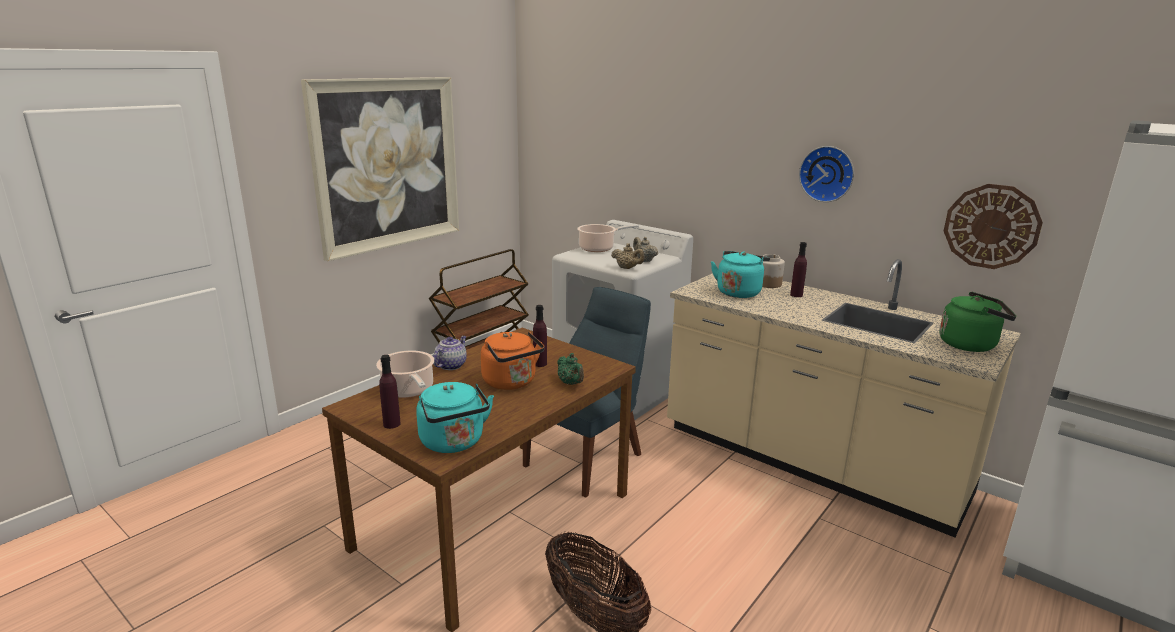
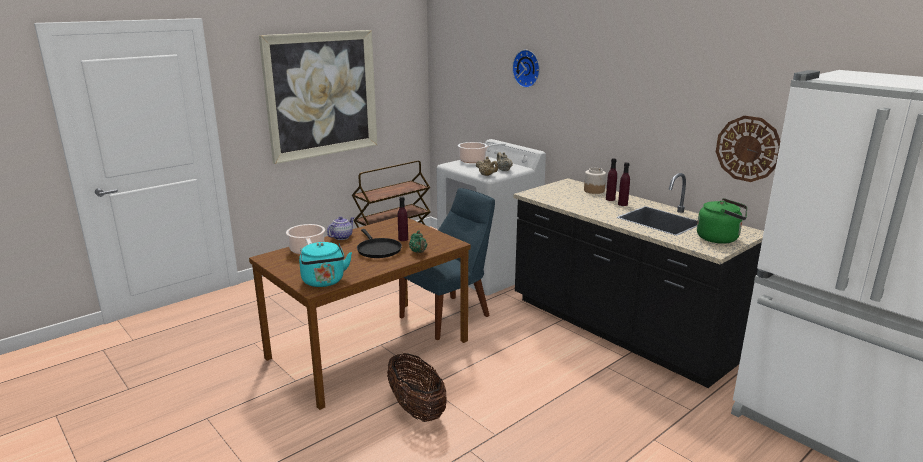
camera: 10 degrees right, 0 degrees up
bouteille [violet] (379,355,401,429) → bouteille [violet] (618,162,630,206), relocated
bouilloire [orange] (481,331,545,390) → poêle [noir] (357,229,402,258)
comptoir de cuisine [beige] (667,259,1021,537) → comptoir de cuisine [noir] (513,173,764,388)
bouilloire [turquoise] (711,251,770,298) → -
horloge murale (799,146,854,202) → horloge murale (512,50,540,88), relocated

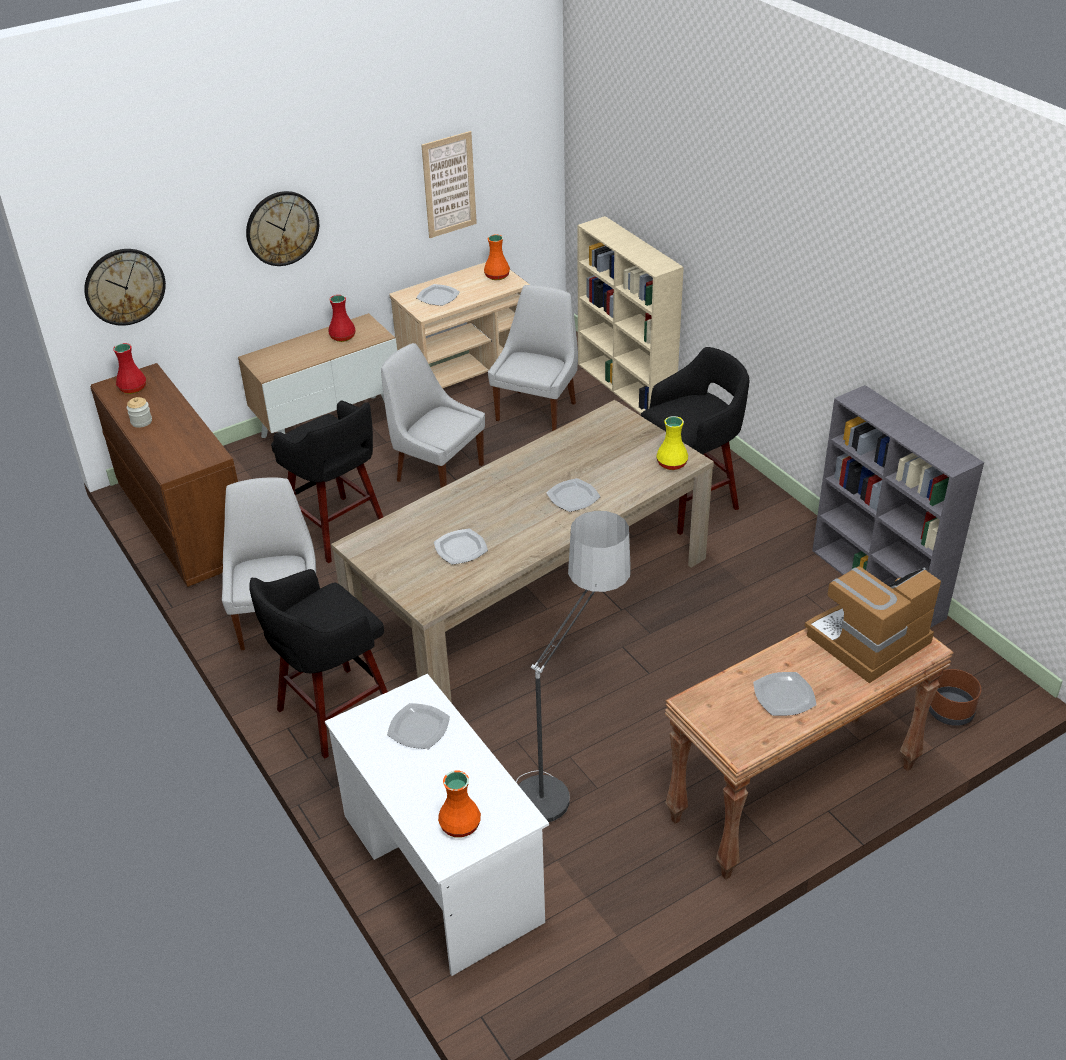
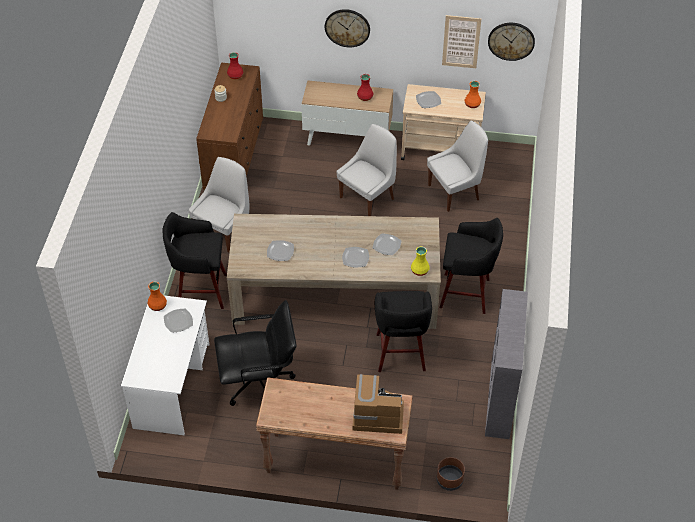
camera: 40 degrees right, 10 degrees up
horloge murale (84,249,166,326) → horloge murale (488,23,535,61), relocated
tabouret [noir] (271,400,383,563) → tabouret [noir] (375,291,432,372), relocated
chaise [blanc] (381,343,485,488) → chaise [blanc] (337,124,397,216), 60 degrees clockwise
vase [orange] (438,771,481,837) → vase [orange] (148,281,167,311), relocated
lampadaire (516,511,631,822) → chaise de bureau [noir] (214,300,297,406)
bibliothèque [beige] (577,216,684,414) → -
assiette (753,672,816,716) → assiette (373,233,401,255), relocated

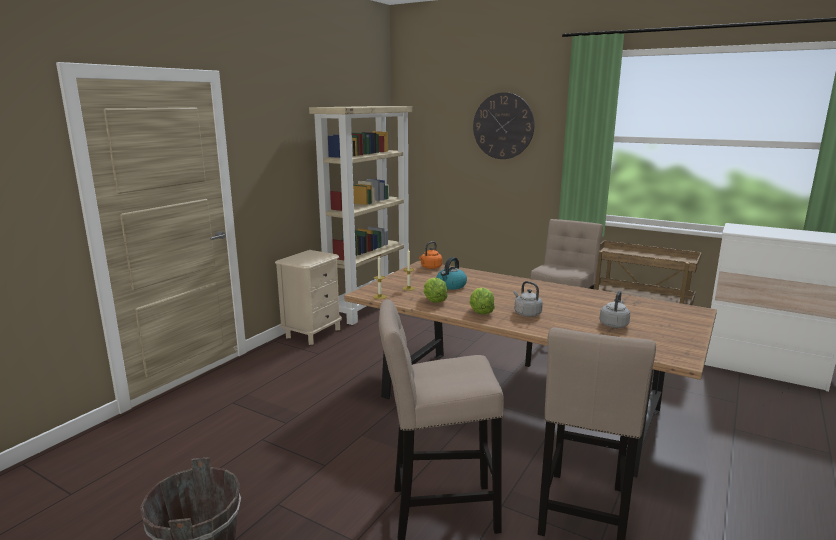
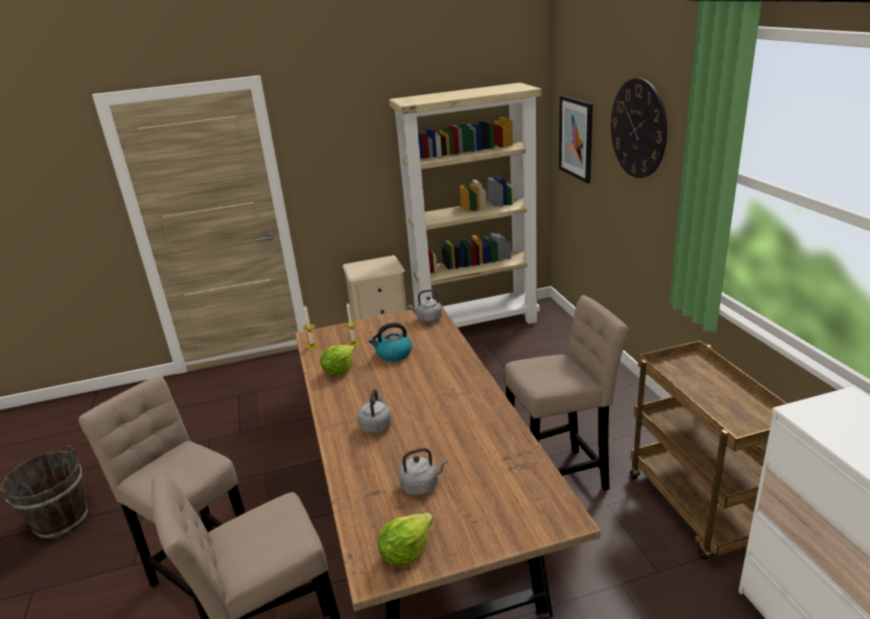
camera: 45 degrees right, 10 degrees up
bouilloire [orange] (419,241,442,269) → bouilloire [gris] (408,289,442,322)
laitue (469,288,495,314) → laitue (378,513,433,565), relocated
- → tableau (559,95,593,183)

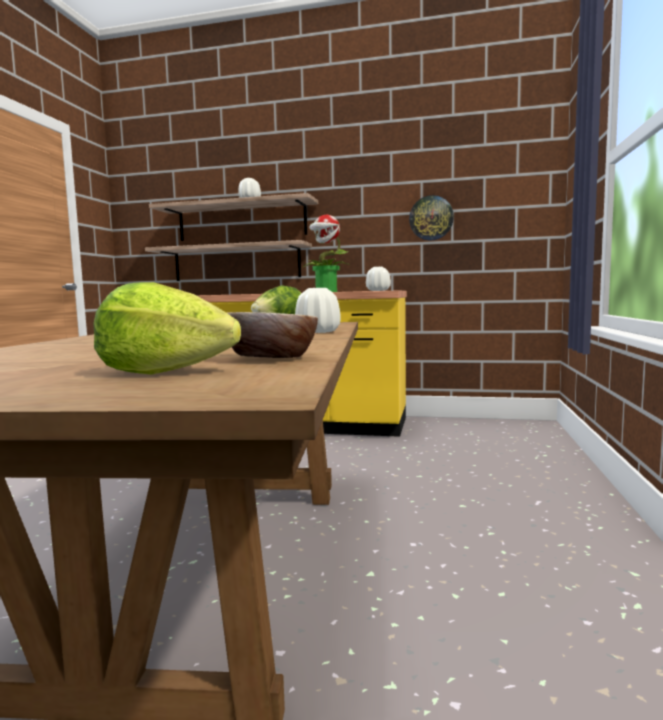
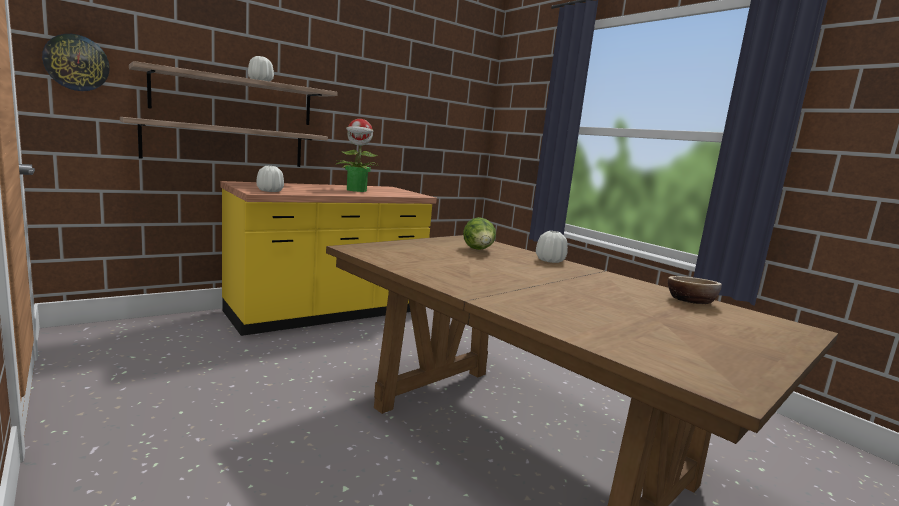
camera: 50 degrees left, 5 degrees up
laitue (93,282,241,375) → -
vase [blanc] (366,267,391,291) → vase [blanc] (256,166,284,192), relocated
horloge murale (409,195,454,241) → horloge murale (42,34,110,91), relocated

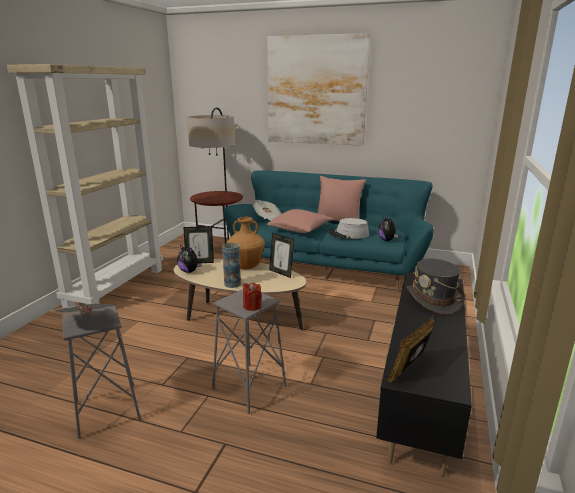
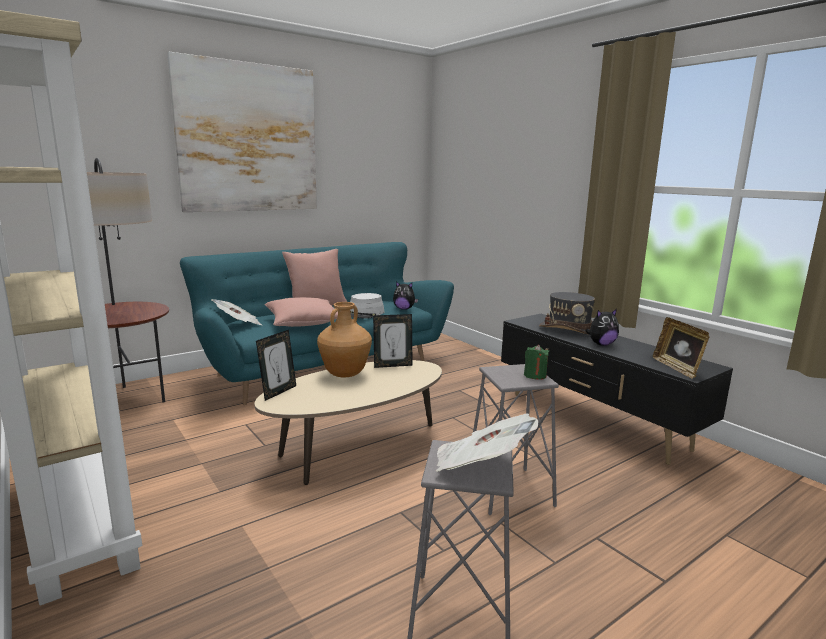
camera: 55 degrees left, 5 degrees down
peluche (177,244,202,273) → peluche (585,309,619,346), relocated
vase (222,243,241,288) → -
bougie [rouge] (243,283,262,311) → bougie [vert] (524,345,549,380)

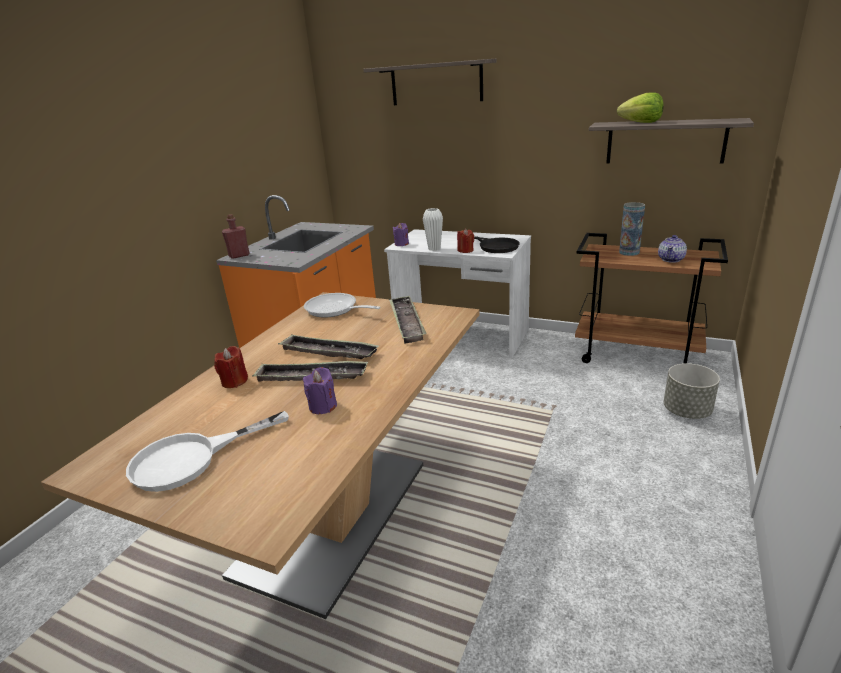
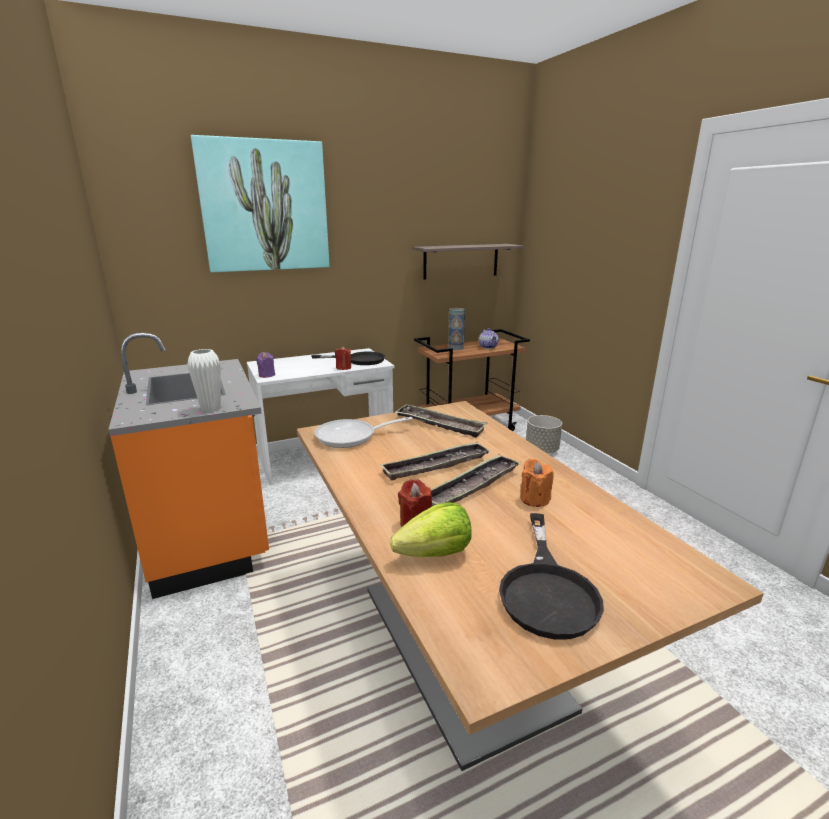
camera: 50 degrees left, 5 degrees down
poêle [blanc] (126,411,289,492) → poêle [noir] (499,513,604,640)
bouteille [rouge] (222,214,250,259) → -
bougie [violet] (303,367,337,414) → bougie [orange] (520,459,554,507)
étagère (363,59,496,105) → tableau (191,135,330,272)
vase [blanc] (423,208,443,251) → vase [blanc] (187,349,221,413), relocated
laitue (617,92,664,123) → laitue (390,502,472,557), relocated

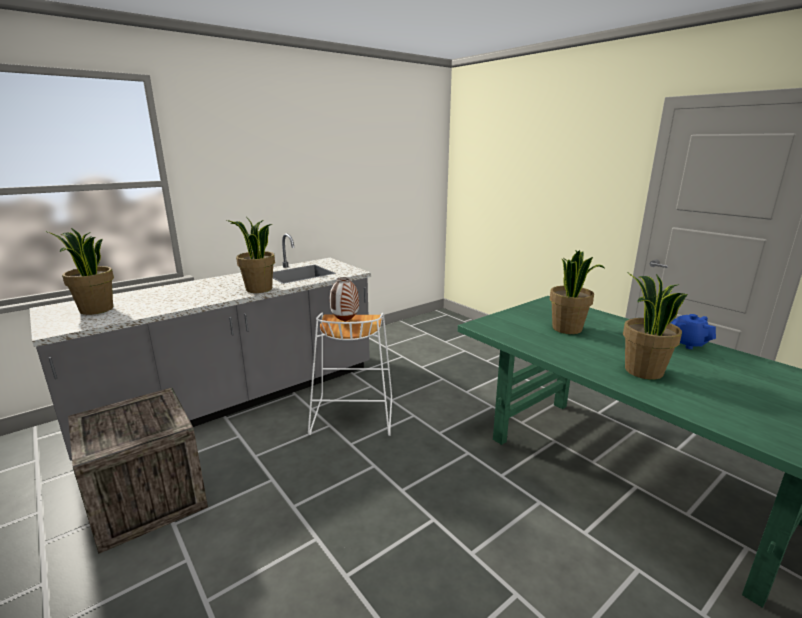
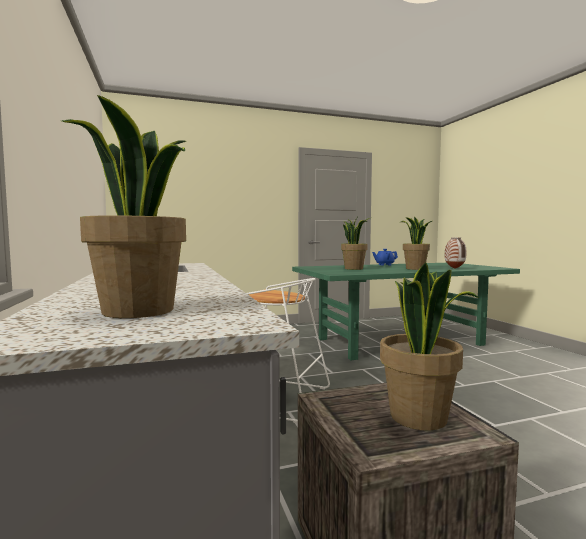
camera: 70 degrees left, 15 degrees down
plante en pot (227,218,275,293) → plante en pot (380,262,479,431), relocated
vase (330,277,359,322) → vase (445,238,466,269), relocated

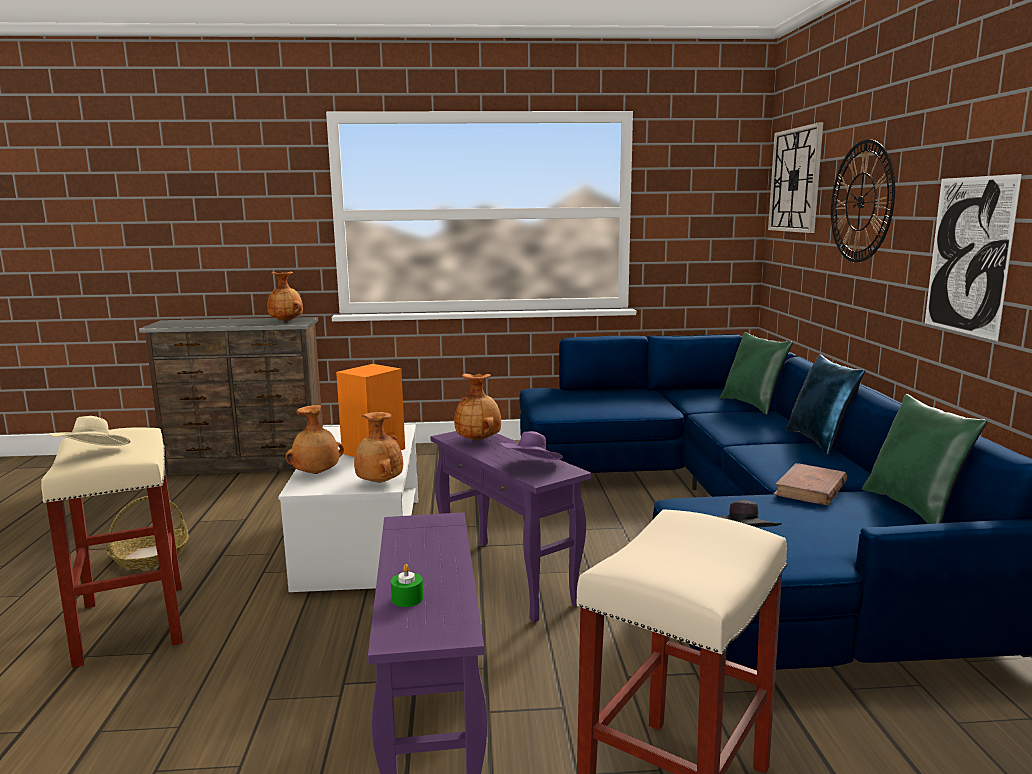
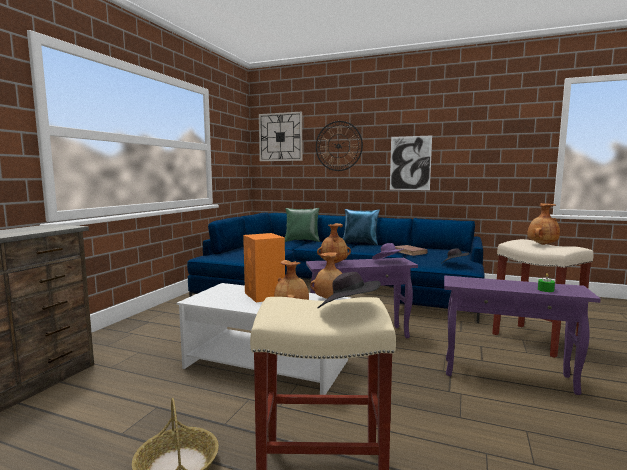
camera: 65 degrees left, 5 degrees down
chapeau [beige] (49,416,131,446) → chapeau [noir] (318,272,381,308)
vase [marron] (267,272,303,322) → vase [marron] (527,203,560,245), relocated
coussin [vert] (862,394,987,524) → -

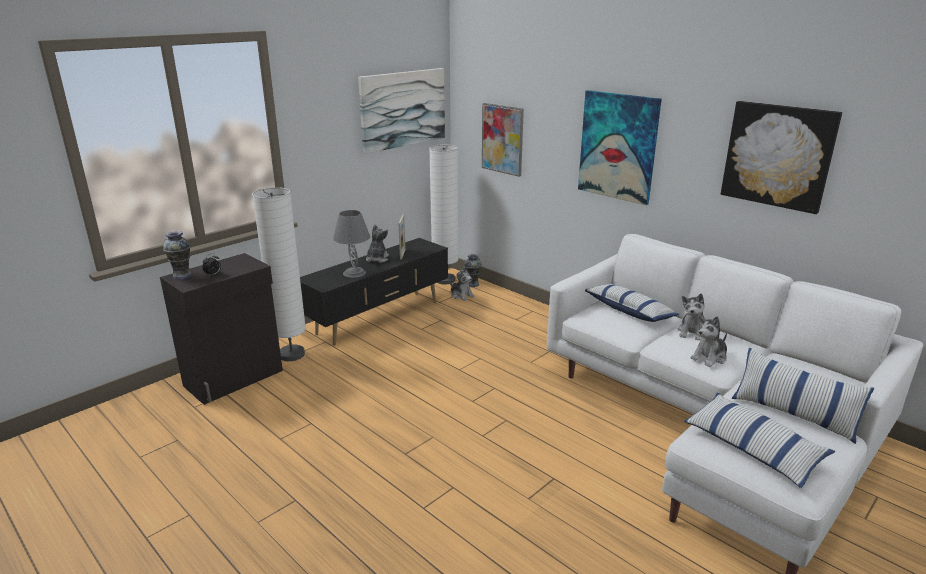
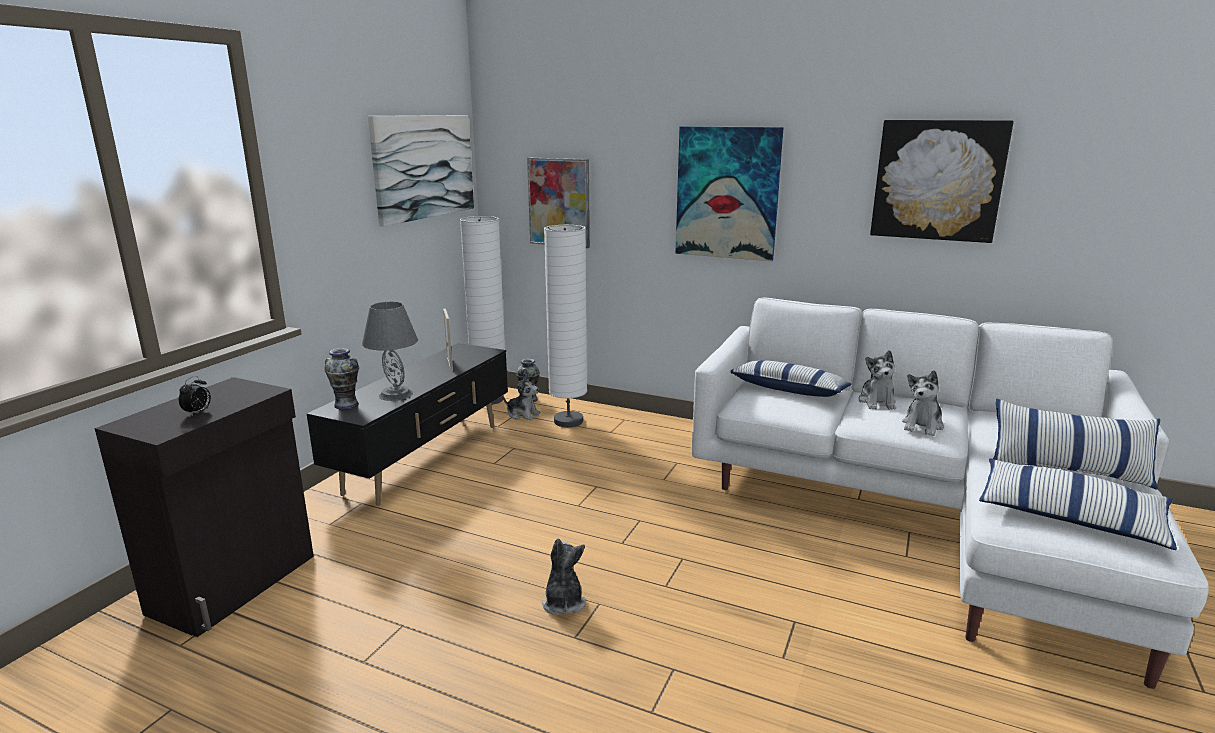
camera: 20 degrees left, 5 degrees down
vase (163,231,192,280) → vase (324,348,359,409), relocated
lampadaire [blanc] (252,187,306,361) → lampadaire [blanc] (544,225,587,427), relocated
peluche (366,224,389,263) → peluche (542,538,586,614), relocated

